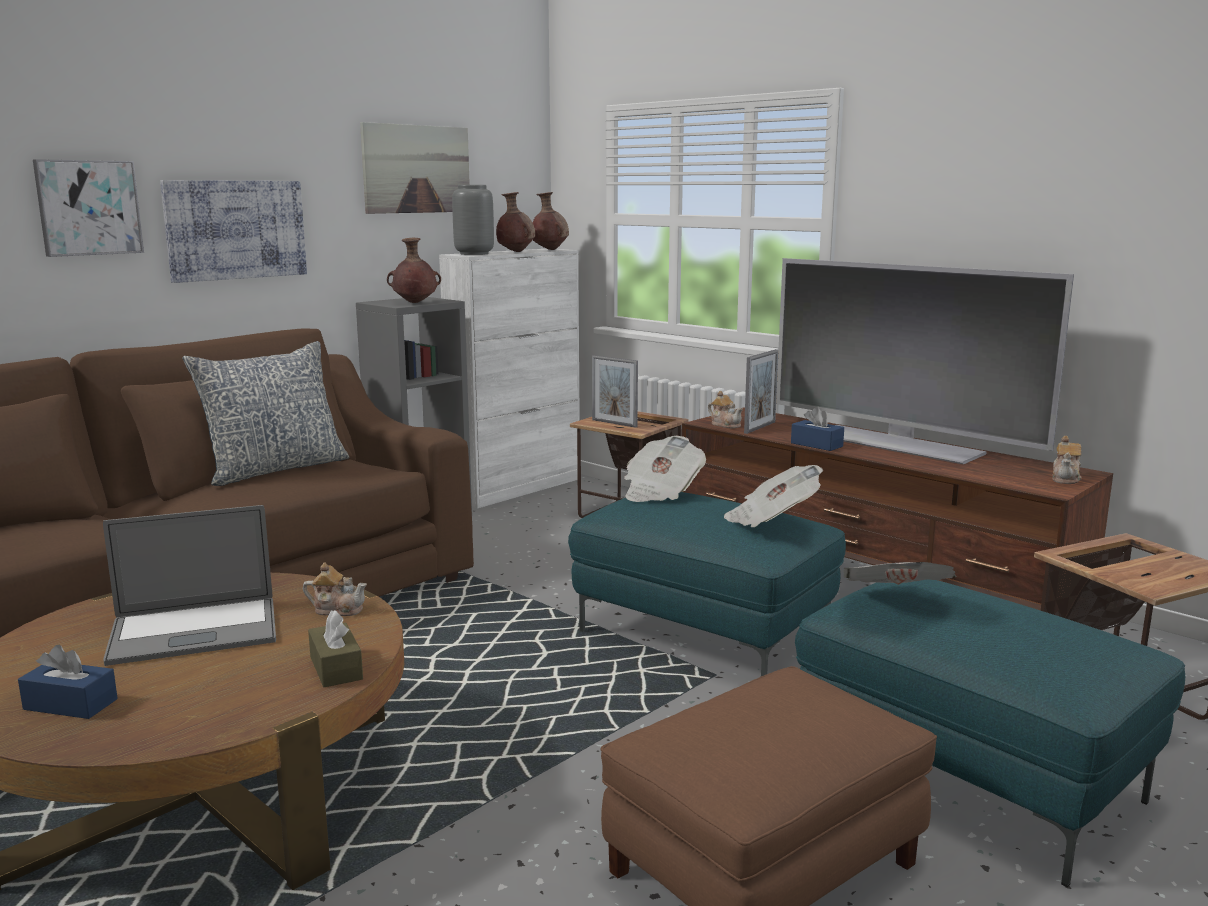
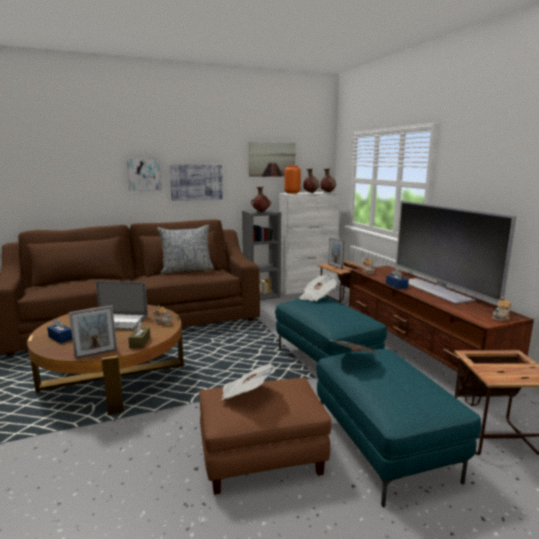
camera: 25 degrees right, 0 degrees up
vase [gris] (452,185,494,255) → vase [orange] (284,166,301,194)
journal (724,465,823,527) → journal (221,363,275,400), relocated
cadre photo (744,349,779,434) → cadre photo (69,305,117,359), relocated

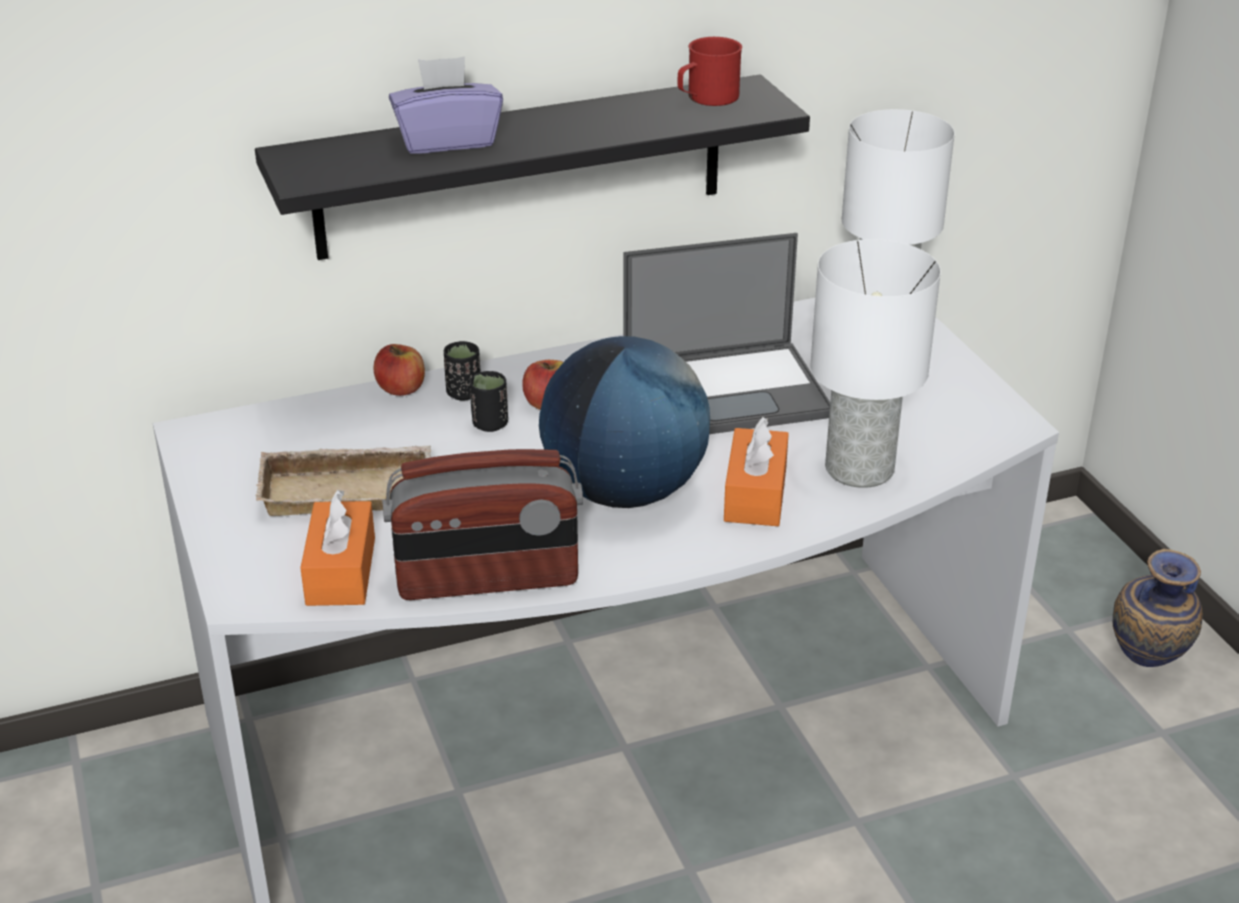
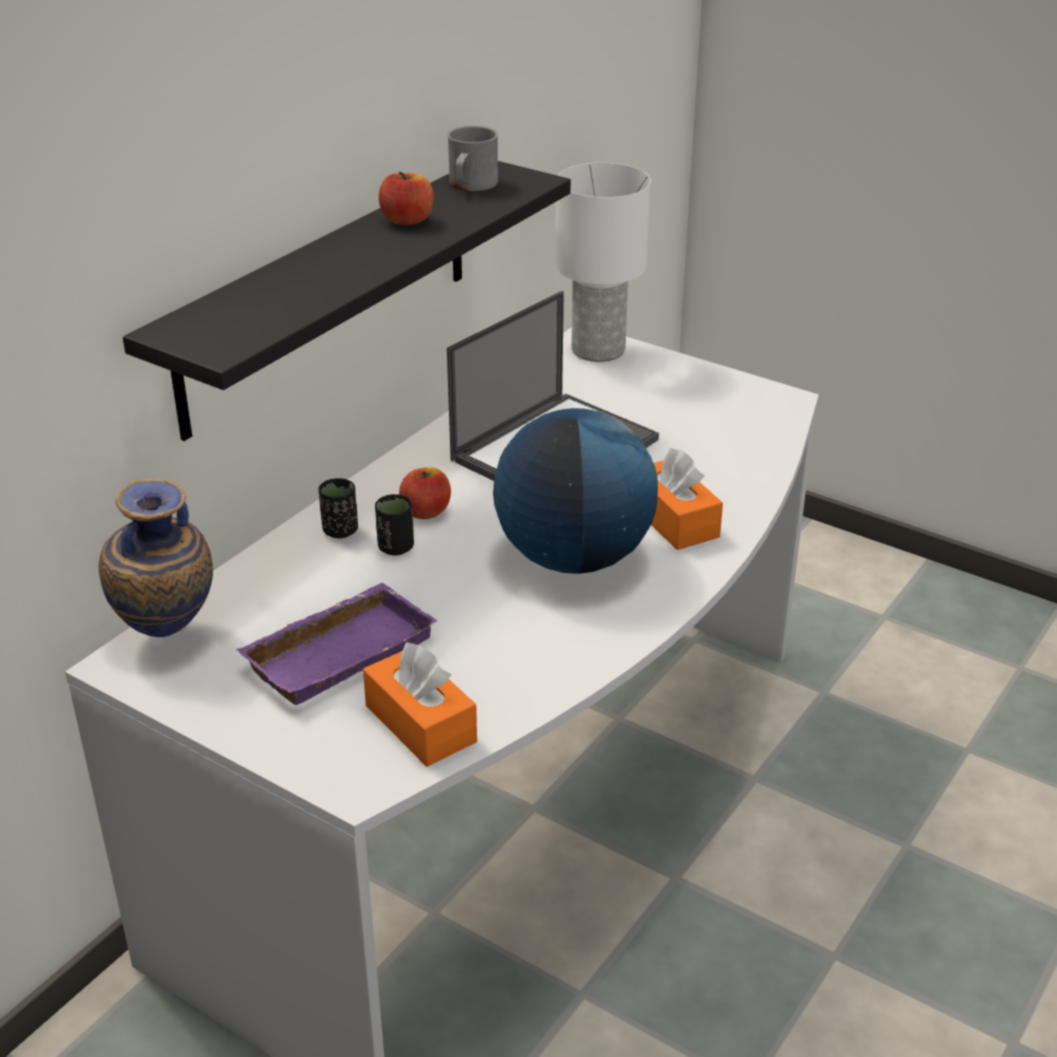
camera: 35 degrees left, 0 degrees up
plateau [beige] (256,446,431,516) → plateau [violet] (236,583,437,705)
pomme (374,344,425,396) → pomme (379,172,434,225), relocated
radio (382,449,583,600) → -
boîte à mouchoirs [violet] (389,56,503,154) → -
mug [rouge] (678,37,742,106) → mug [gris] (447,125,498,191)
lampe de table [blanc] (810,239,941,488) → -
vase (1113,549,1203,667) → vase (99,479,213,637), relocated

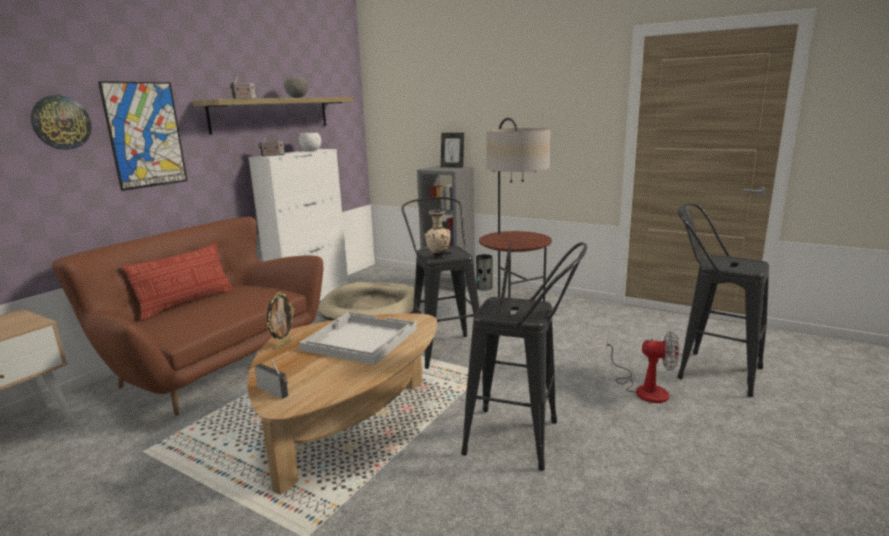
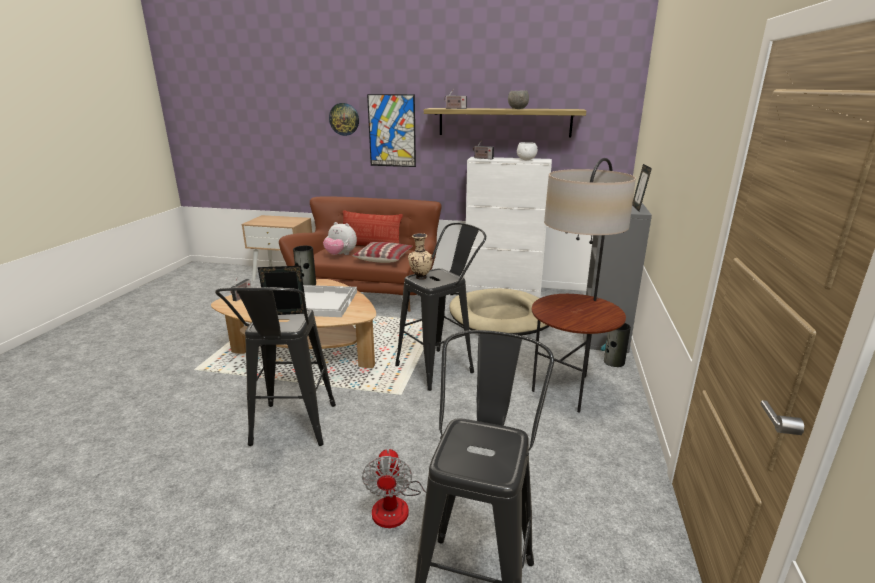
camera: 70 degrees right, 5 degrees up
cadre photo (267,292,294,350) → vase (293,246,316,285)
- → peluche (323,222,357,255)
- → coussin (352,242,413,263)

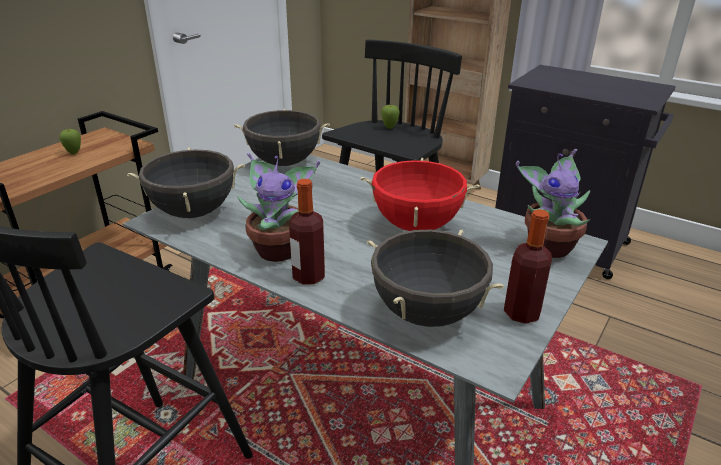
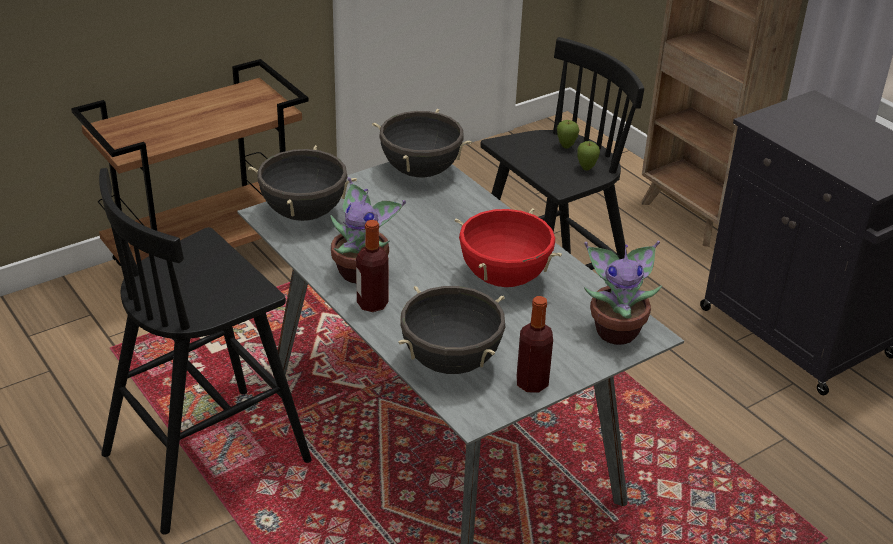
camera: 20 degrees right, 5 degrees up
pomme (59,129,81,155) → pomme (577,141,600,171), relocated

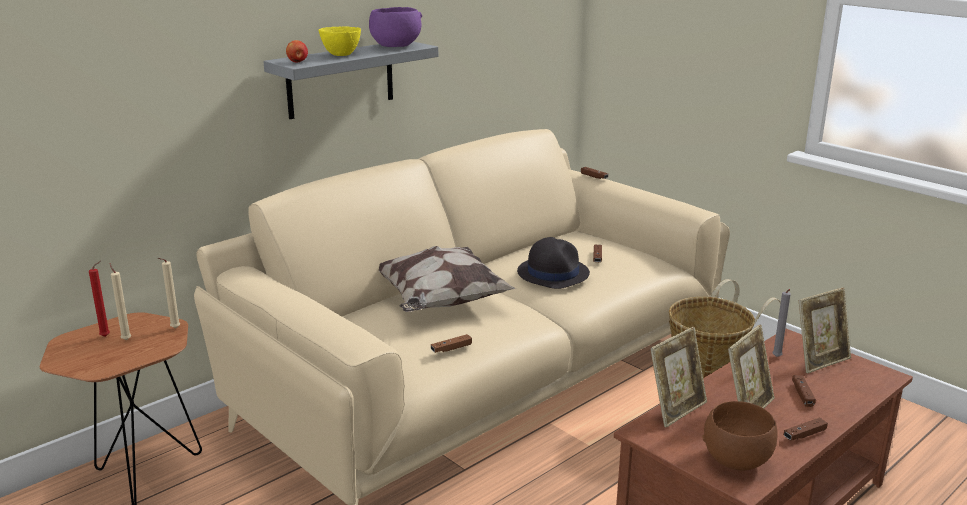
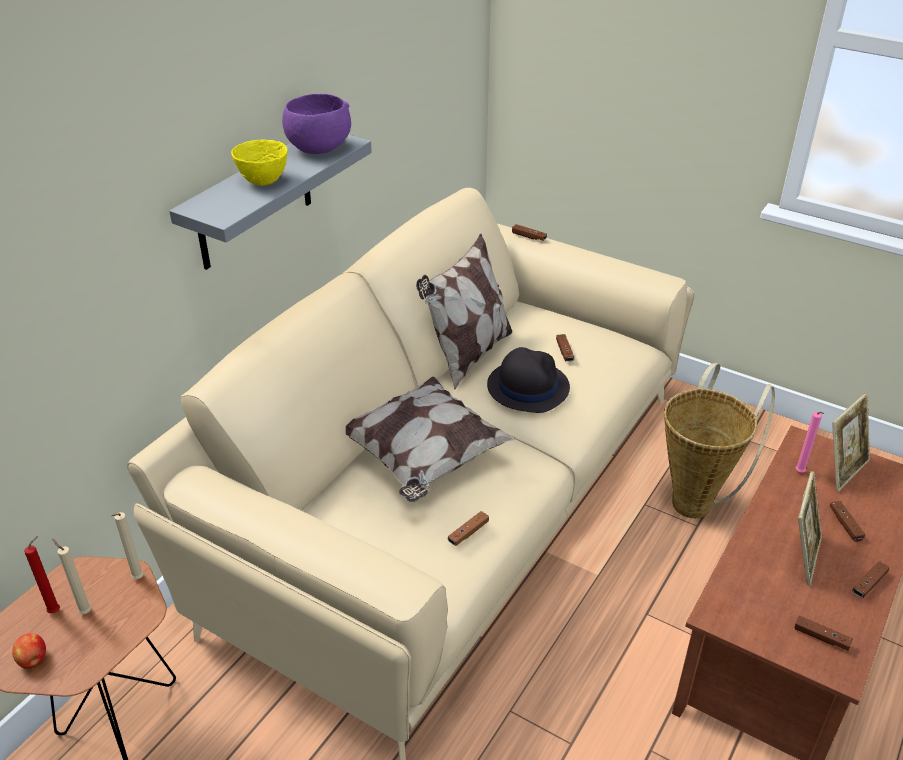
camera: 15 degrees left, 15 degrees up
pomme (286,40,308,63) → pomme (12,633,46,669), relocated
cadre photo (650,327,707,428) → -
bol [marron] (702,401,777,471) → manette [marron] (794,615,853,651)
bougie [gris] (772,289,791,357) → bougie [rose] (796,412,824,472)
- → coussin (416,234,512,390)

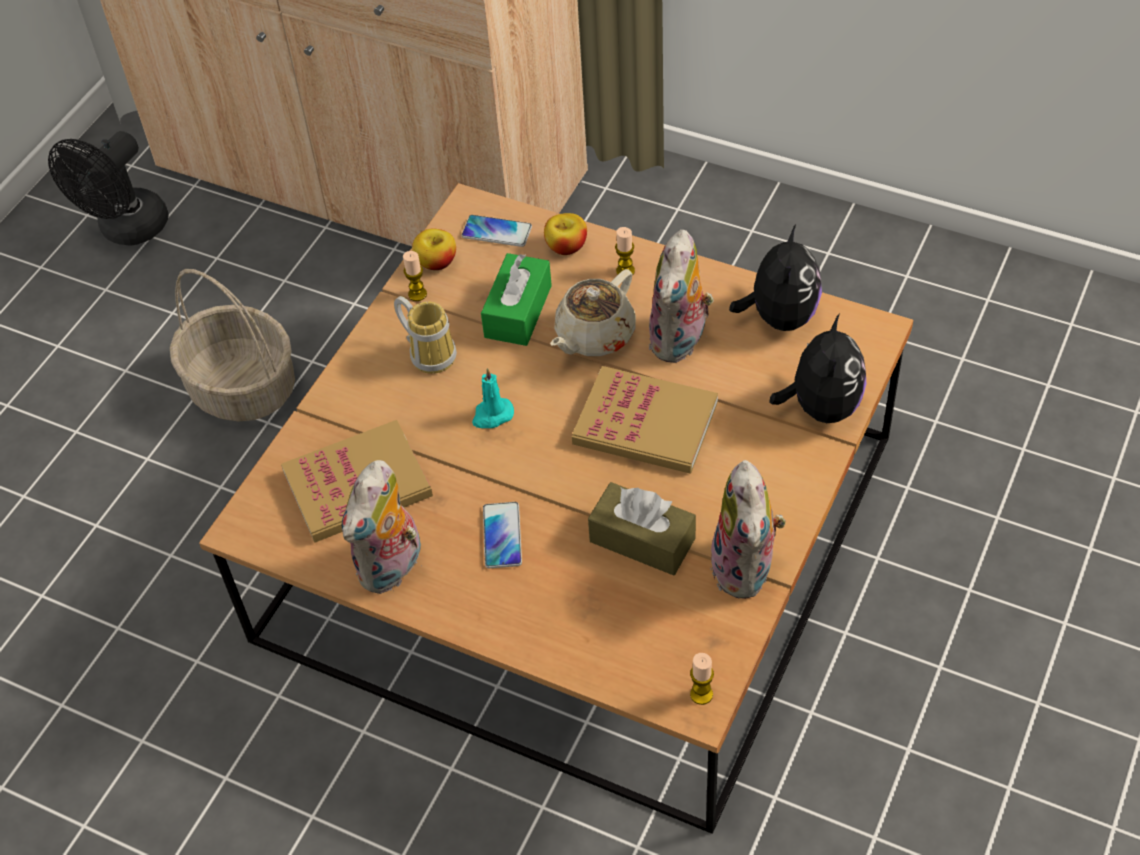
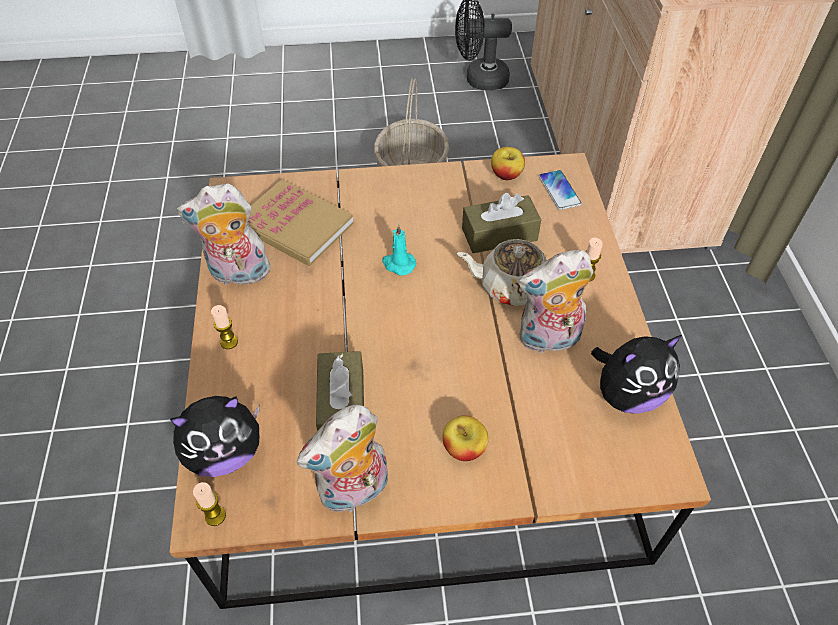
camera: 55 degrees right, 0 degrees up
mug (394,296,457,374) → -
bougie (403,251,427,301) → bougie (211,305,238,349), relocated
boîte à mouchoirs [vert] (481,253,552,346) → boîte à mouchoirs [marron] (462,193,541,253)
téléphone (483,502,522,568) → -
pomme (544,213,587,255) → pomme (442,415,489,461), relocated
livre (572,366,718,474) → -
peluche (769,313,867,423) → peluche (170,396,259,477), relocated

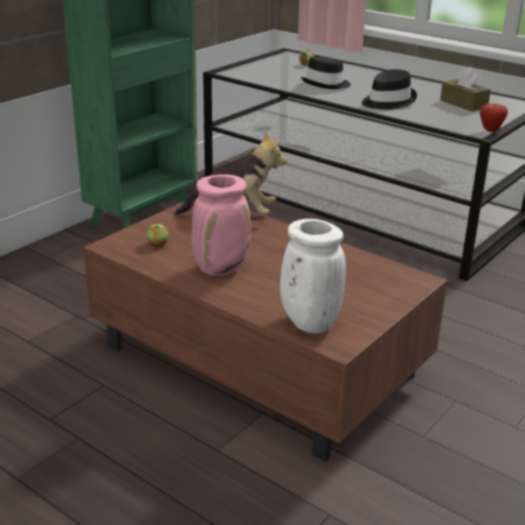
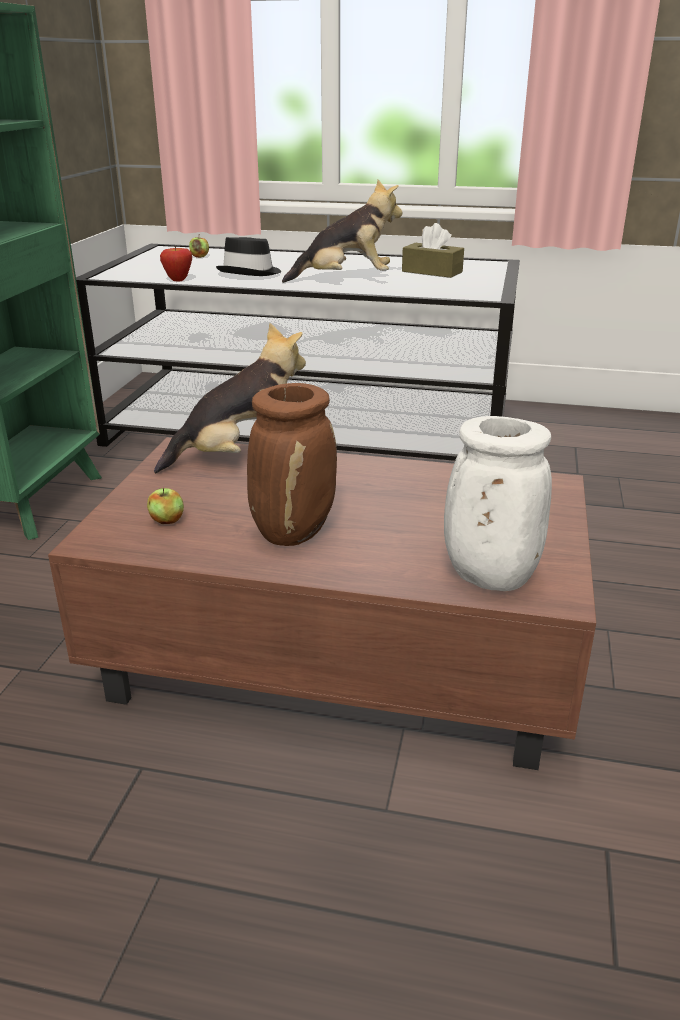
camera: 25 degrees left, 0 degrees up
vase [rose] (192,174,251,276) → vase [marron] (247,383,337,546)
chapeau [noir] (362,69,417,110) → peluche (282,180,402,283)
pomme (480,103,508,132) → pomme (160,246,192,281), relocated

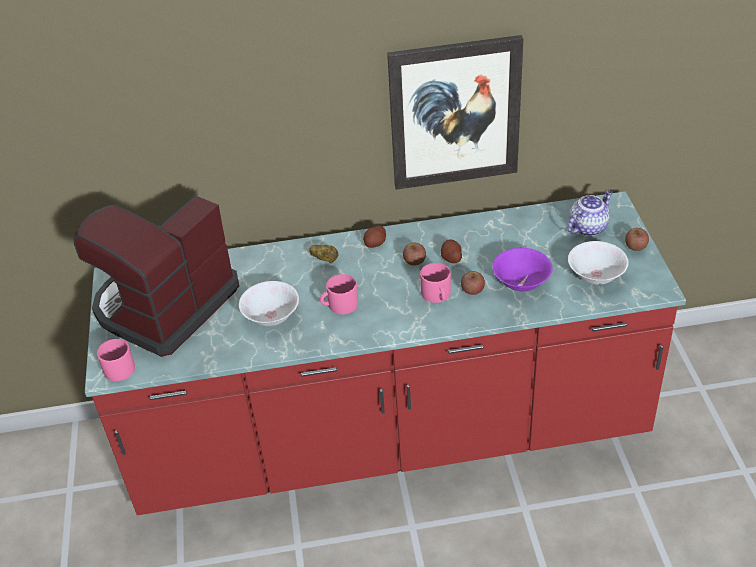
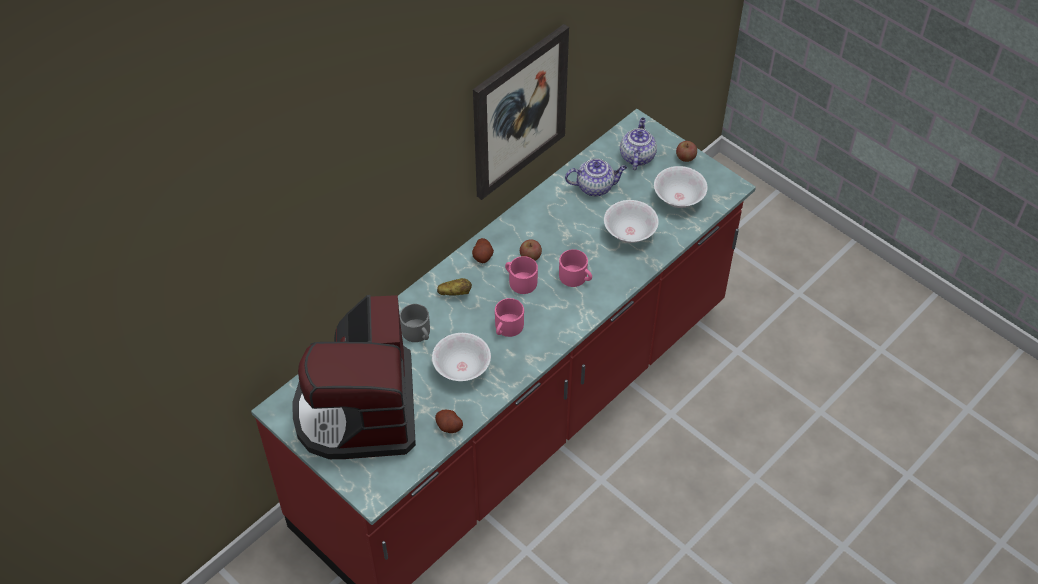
camera: 40 degrees left, 10 degrees up
mug [rose] (97,339,135,381) → mug [rose] (505,256,538,294), relocated
pomme de terre (441,239,462,263) → pomme de terre (435,410,463,433), relocated
pomme (461,271,485,295) → -
bol [violet] (492,248,553,291) → bol [blanc] (604,200,659,243)
- → mug [gris] (400,304,430,342)
- → théière (565,158,627,197)

